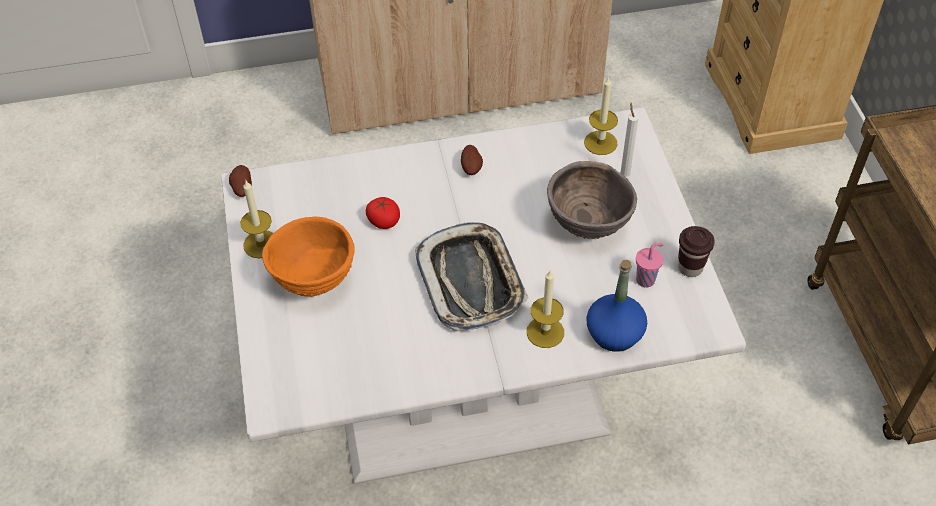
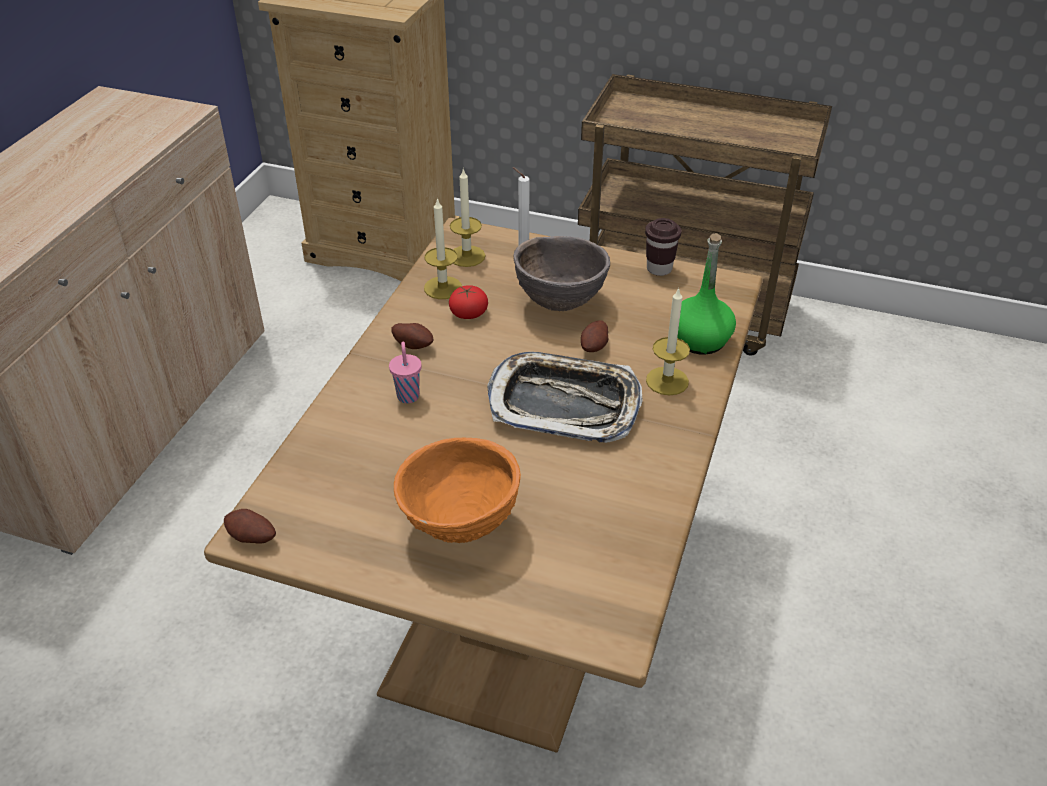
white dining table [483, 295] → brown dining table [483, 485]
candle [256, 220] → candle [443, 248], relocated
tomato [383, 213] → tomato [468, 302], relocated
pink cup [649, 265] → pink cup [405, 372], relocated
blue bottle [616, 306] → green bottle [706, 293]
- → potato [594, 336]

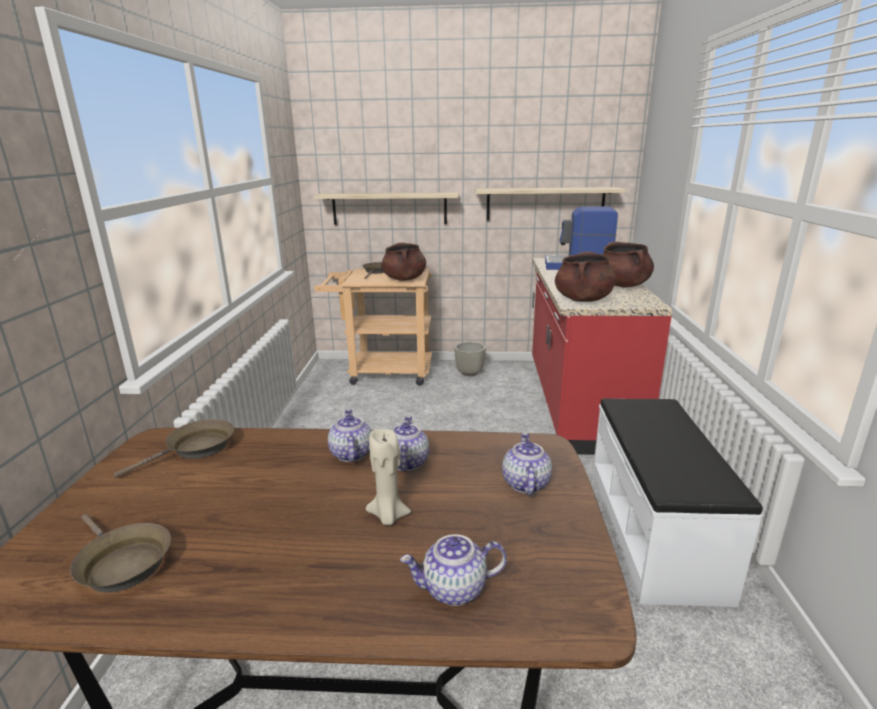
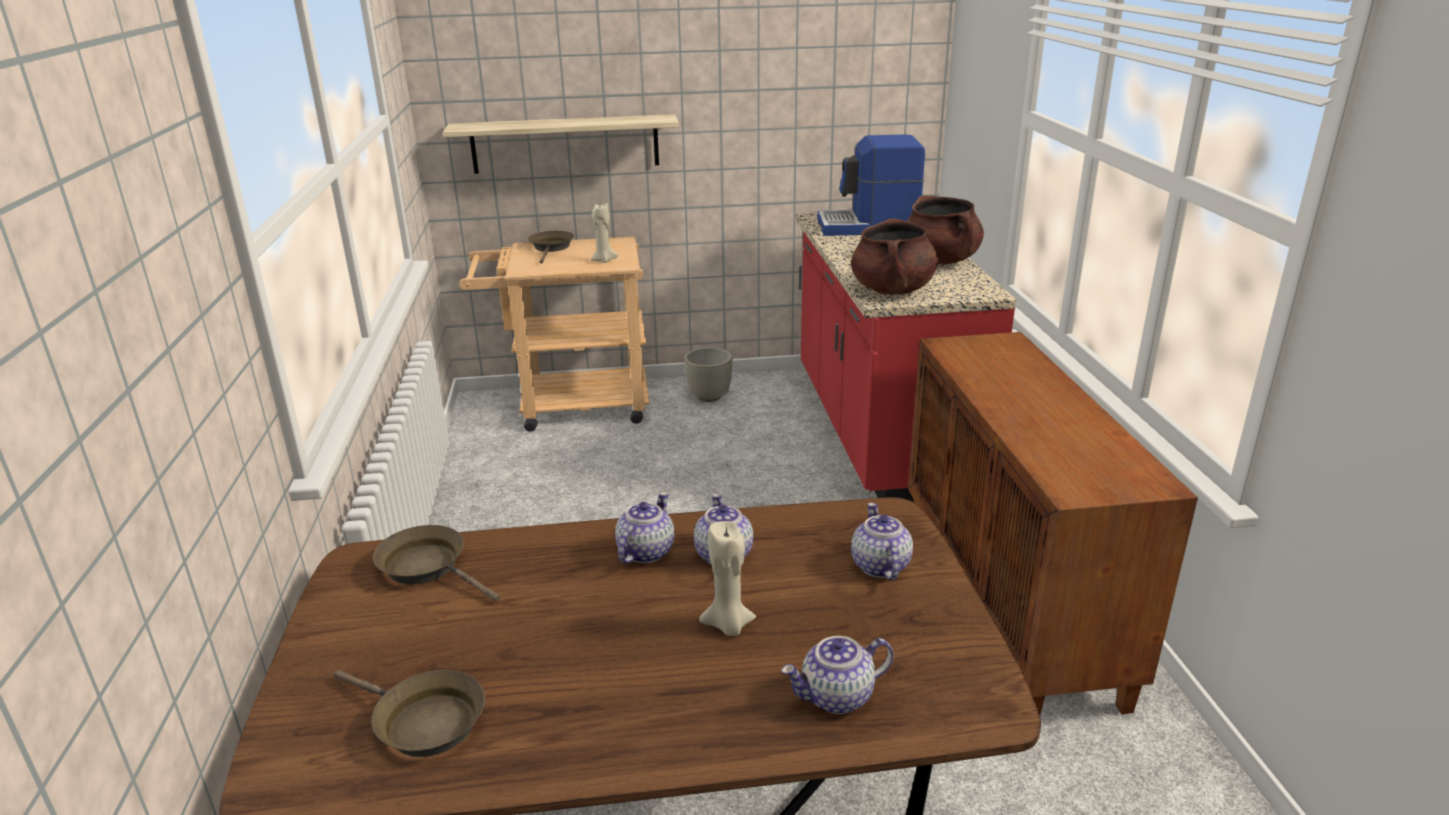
shelf [550, 203] → -
brown cooking pot [403, 262] → beige candle [604, 232]
white bench [677, 502] → brown cabinet [1053, 523]
teapot [350, 435] → teapot [644, 527], 45 degrees clockwise
brown frying pan [174, 448] → brown frying pan [436, 563], 90 degrees counterclockwise

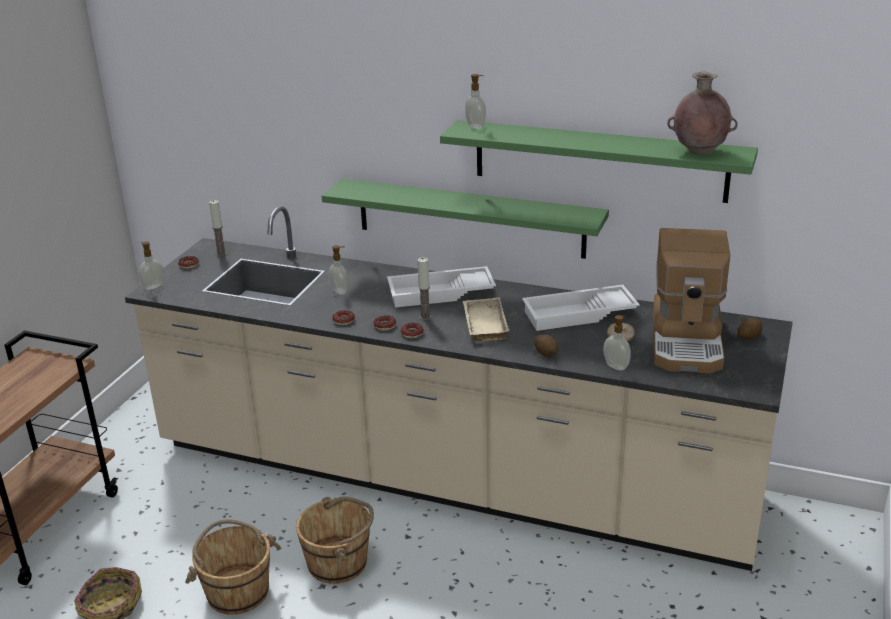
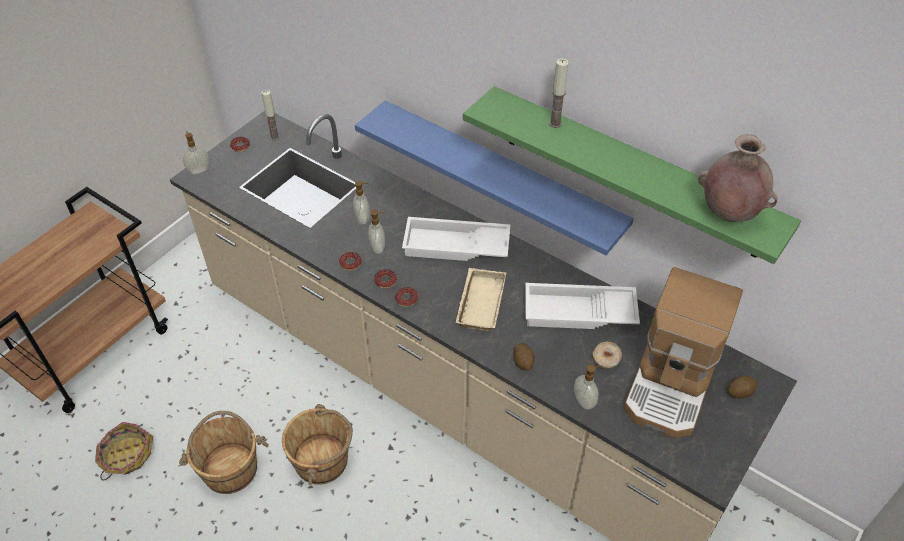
soap dispenser [475, 101] → soap dispenser [376, 232], relocated
green shelf [465, 219] → blue shelf [494, 178]
candle [424, 289] → candle [559, 93], relocated

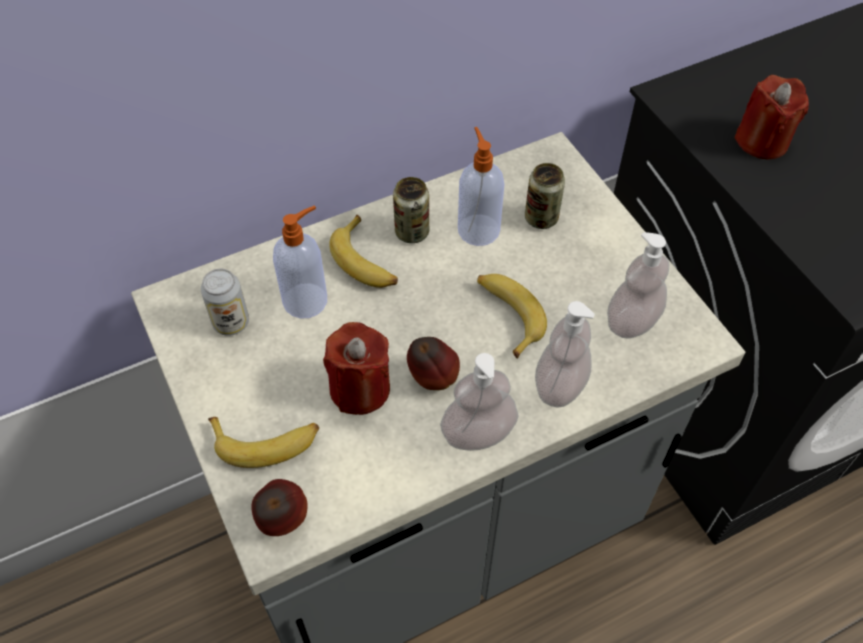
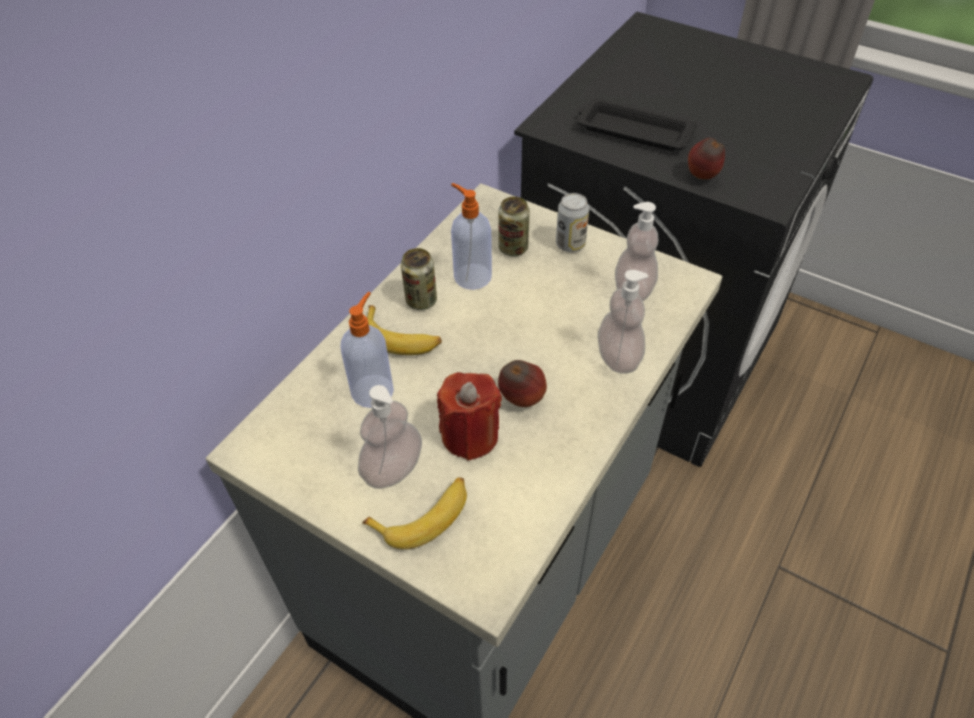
red candle [771, 117] → black tray [637, 124]
can [225, 302] → can [572, 222], relocated
banana [512, 316] → -
soap dispenser [479, 402] → soap dispenser [390, 437], relocated
apple [279, 507] → apple [706, 158], relocated

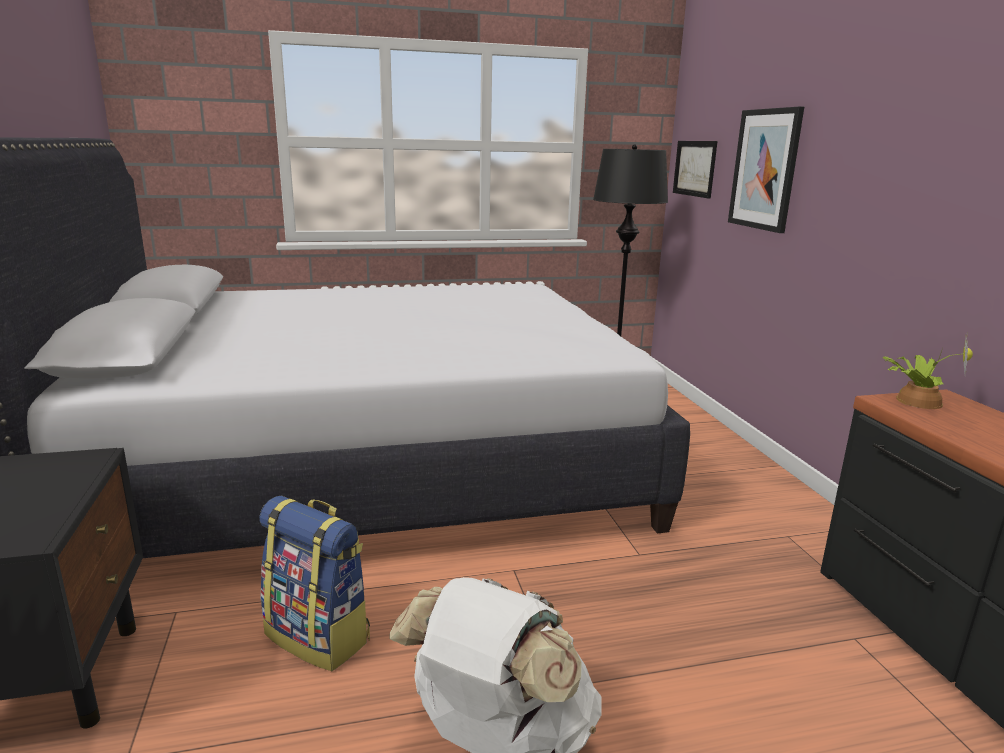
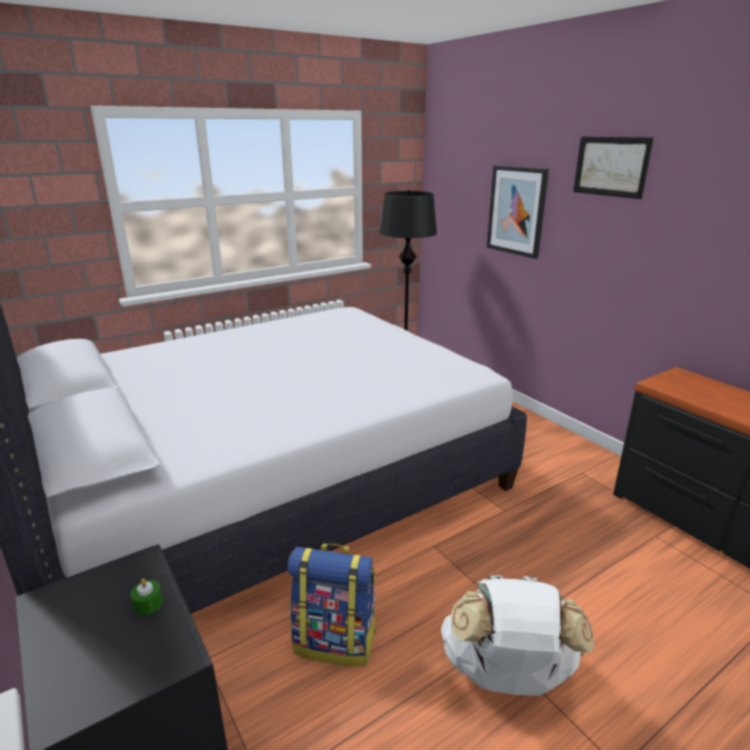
picture [695, 170] → picture [613, 168], relocated
potted plant [928, 371] → -
- → green candle [146, 596]

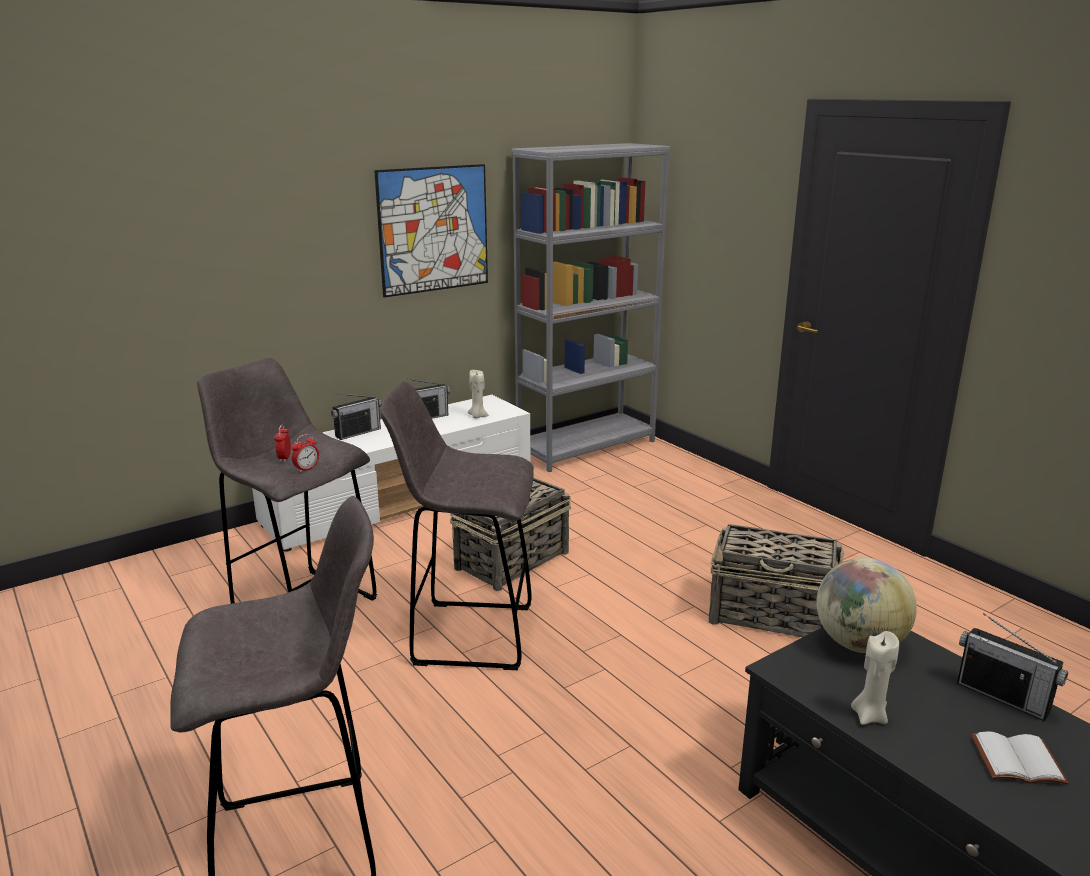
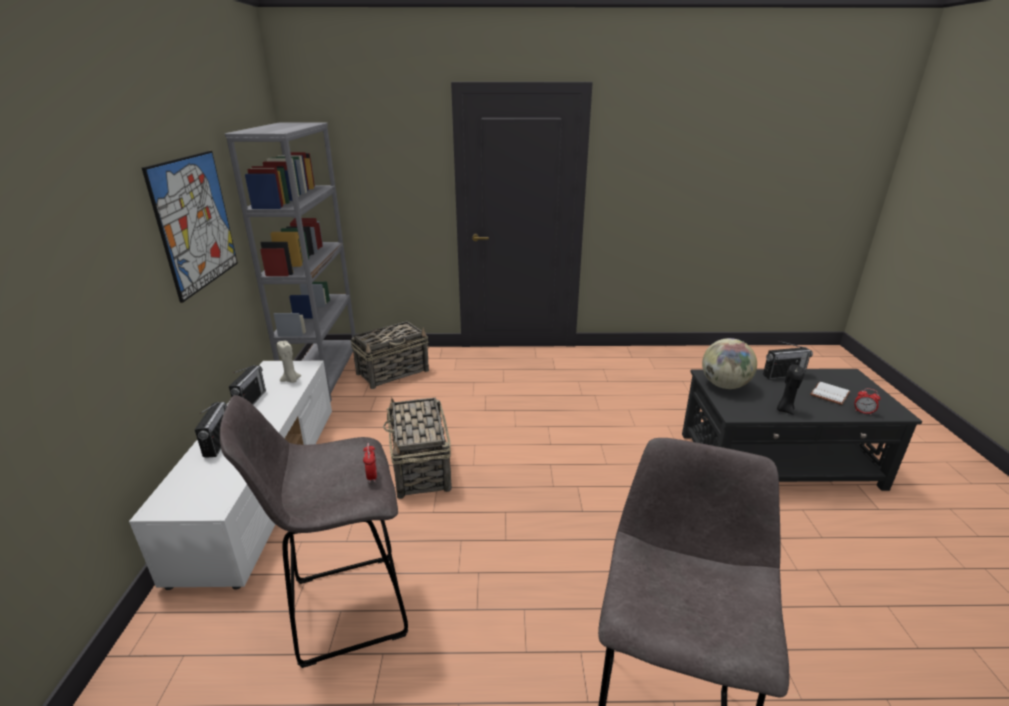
grey stool [457, 525] → -
alarm clock [282, 443] → alarm clock [867, 401], relocated
basket [776, 580] → basket [390, 355], relocated
beige candle [875, 678] → black candle [791, 389]

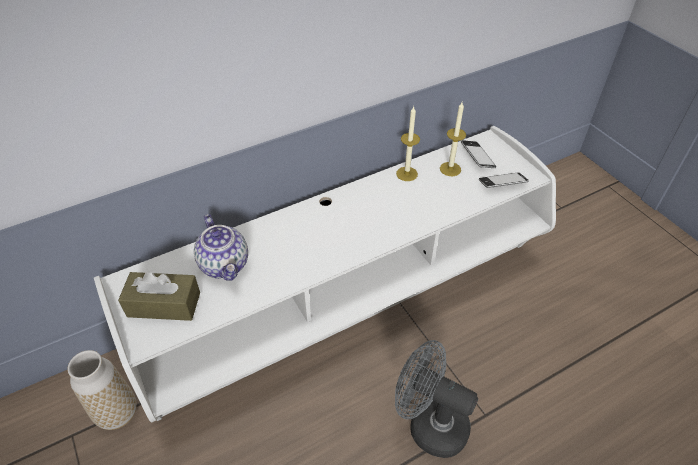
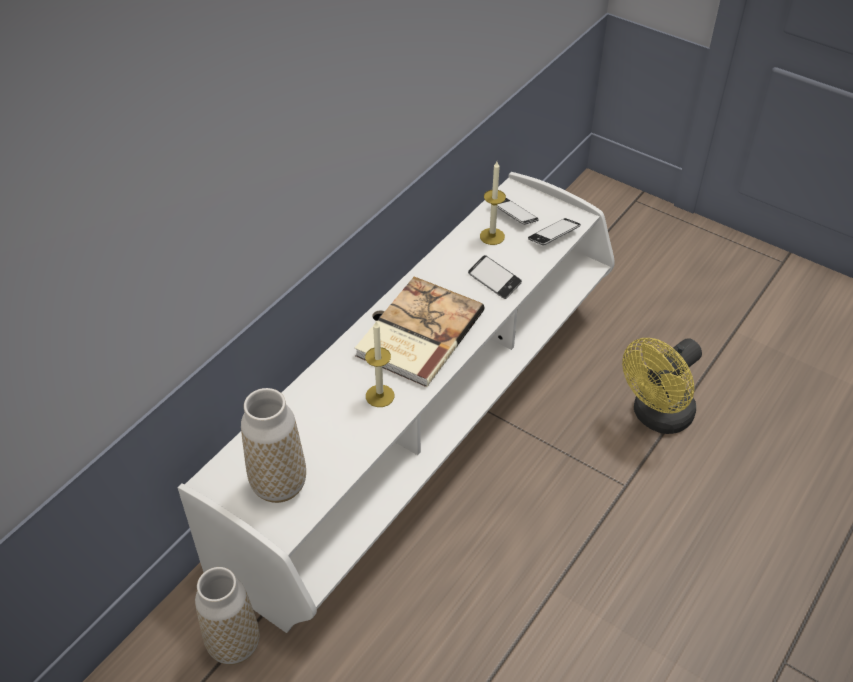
candle [408, 144] → candle [379, 364], relocated
teapot [221, 247] → -
brown tissue box [159, 296] → vase [273, 445]
grey fan [436, 399] → -
- → phone [495, 277]
- → book [419, 331]
- → yellow fan [662, 386]

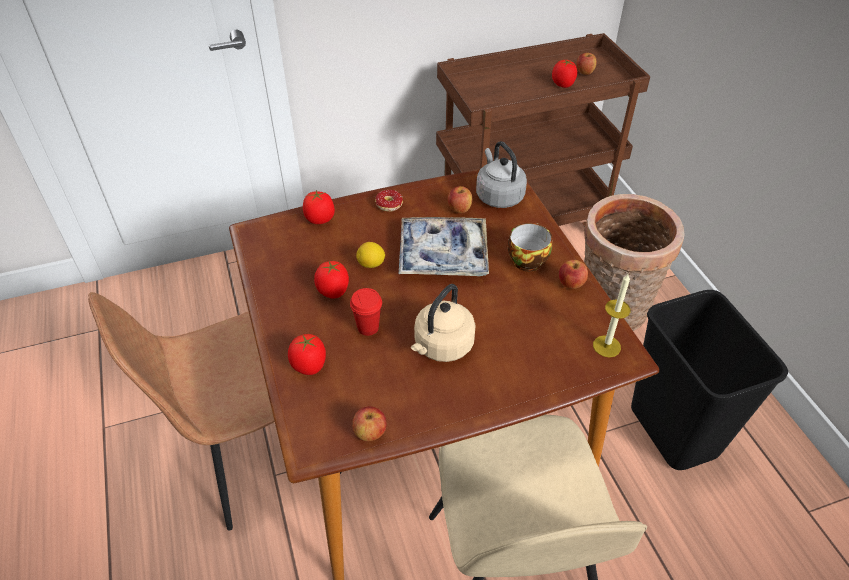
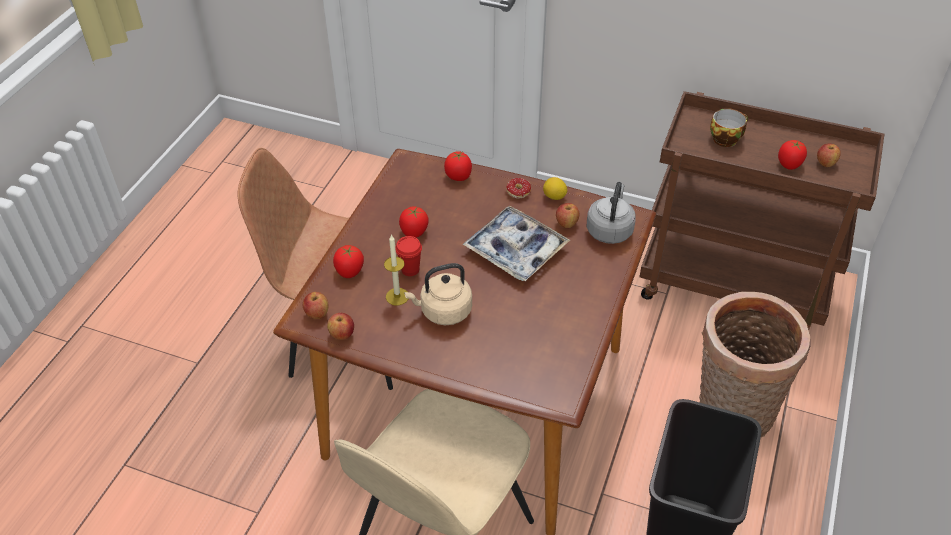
cup [530, 247] → cup [729, 127], relocated
lemon [370, 255] → lemon [555, 188], relocated
apple [573, 274] → apple [316, 305], relocated
candle [612, 315] → candle [396, 270], relocated

